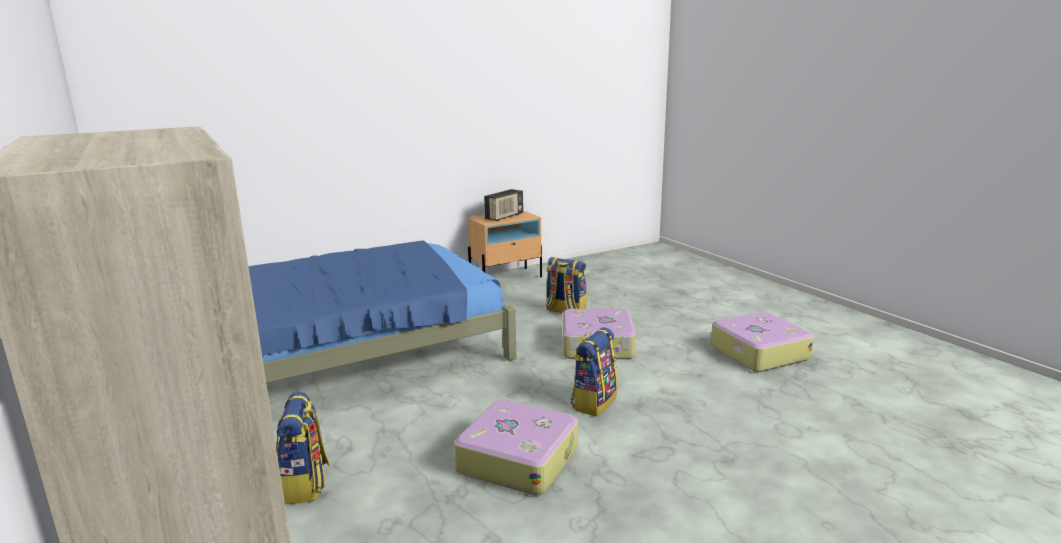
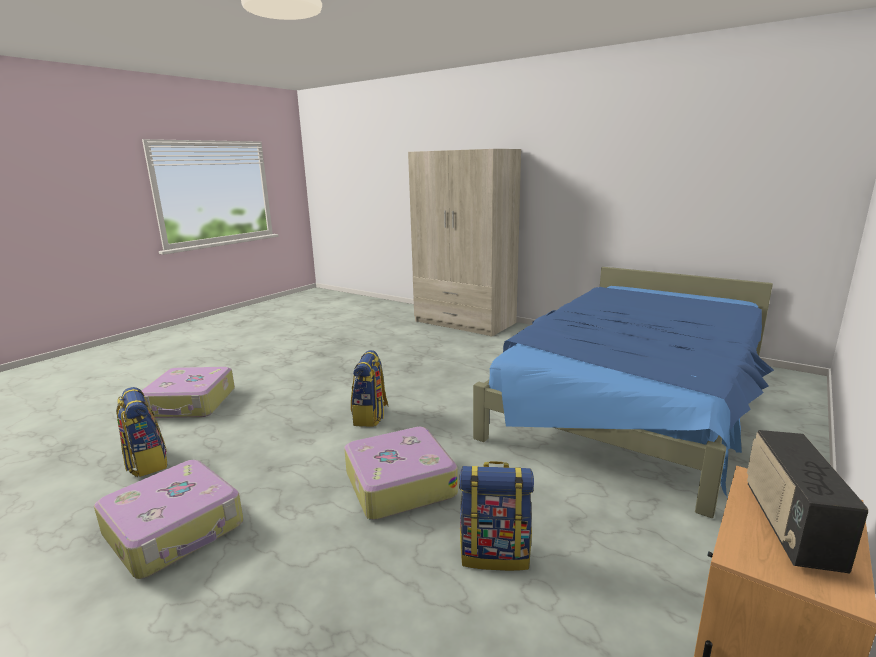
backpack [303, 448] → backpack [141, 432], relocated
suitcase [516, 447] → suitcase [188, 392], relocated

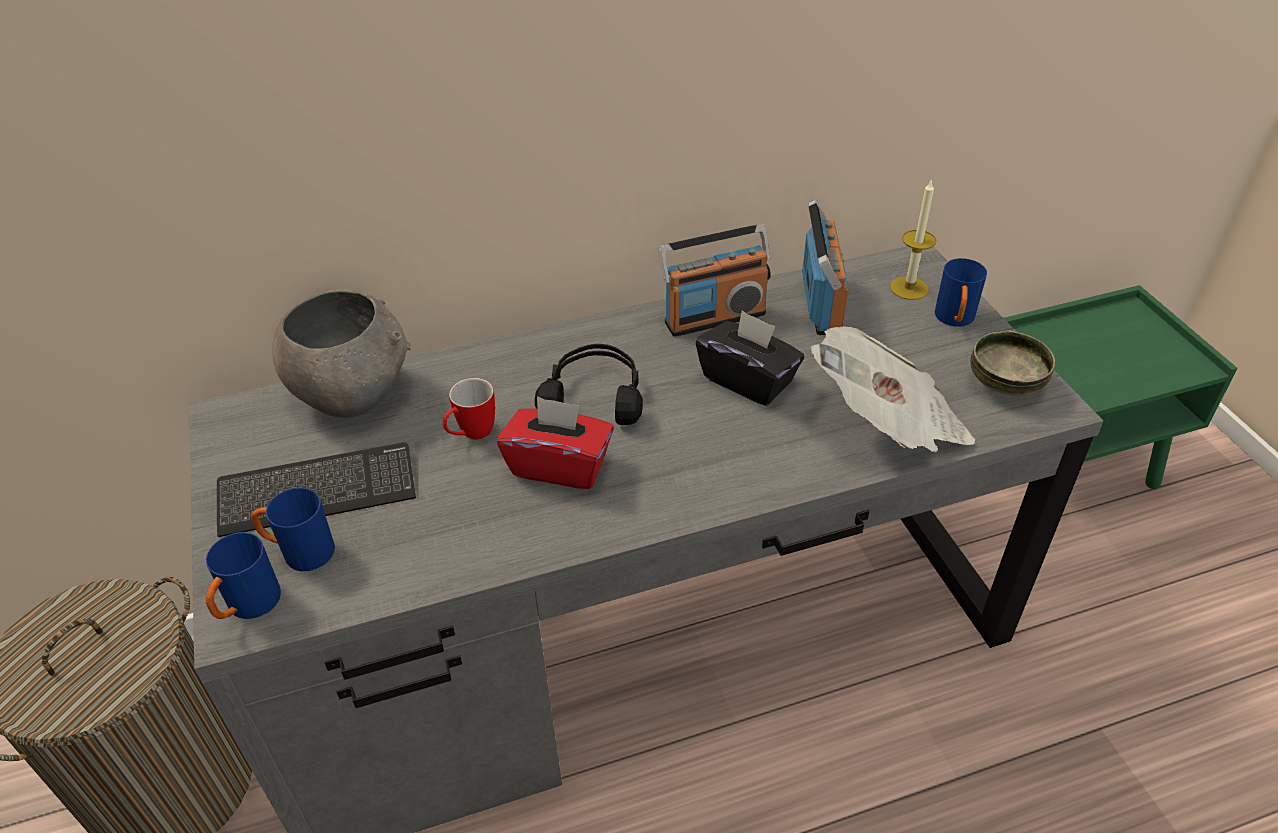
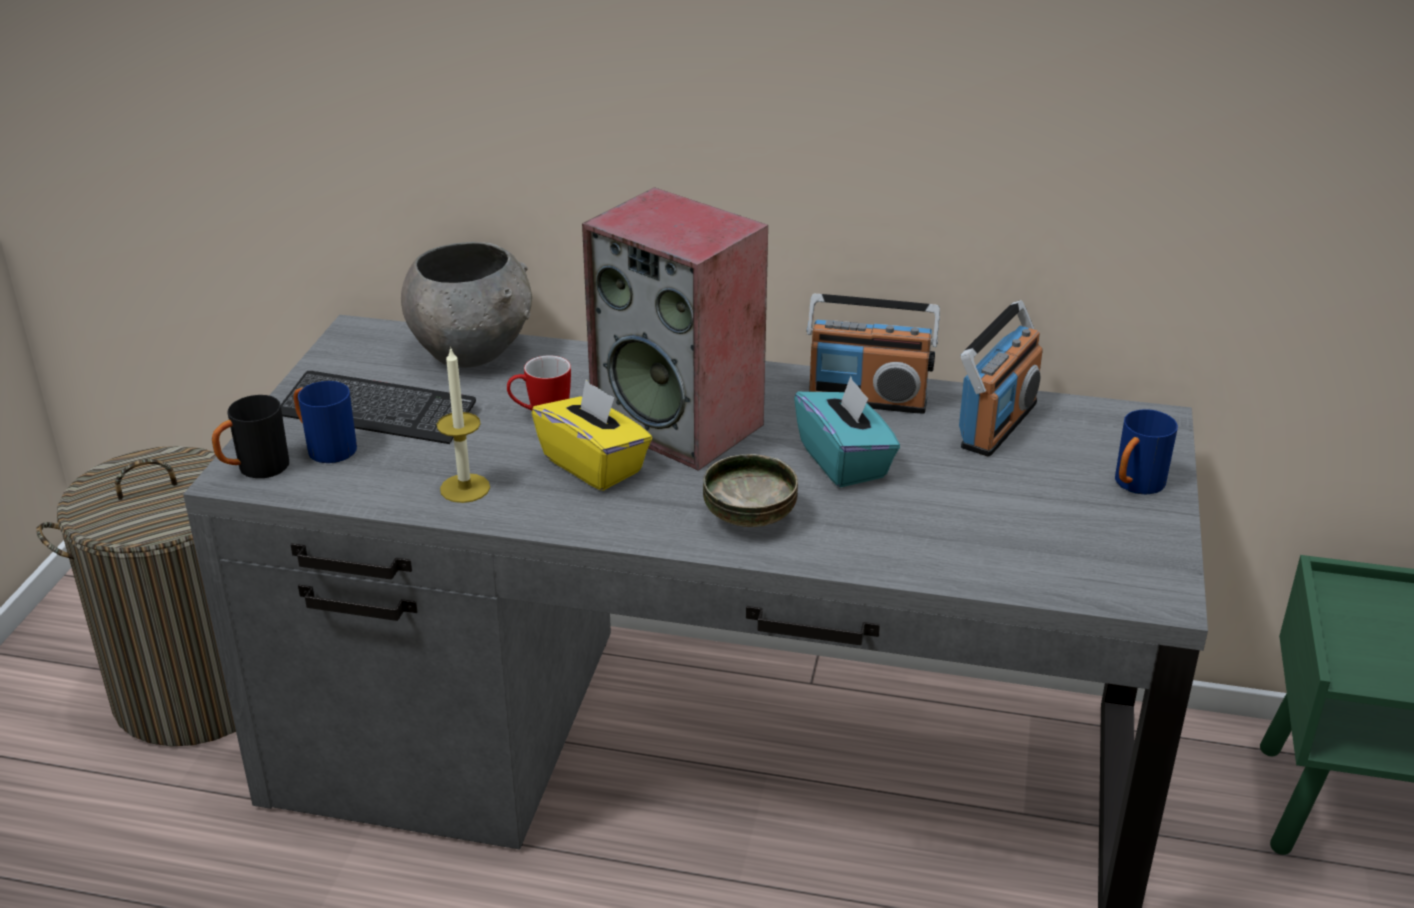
candle [913, 239] → candle [463, 424], relocated
black tissue box [750, 358] → turquoise tissue box [847, 432]
newspaper [893, 389] → -
bowl [1013, 363] → bowl [750, 490], relocated
black headphones [589, 384] → speaker [675, 329]
red tissue box [555, 442] → yellow tissue box [592, 435]
blue mug [243, 575] → black mug [250, 436]

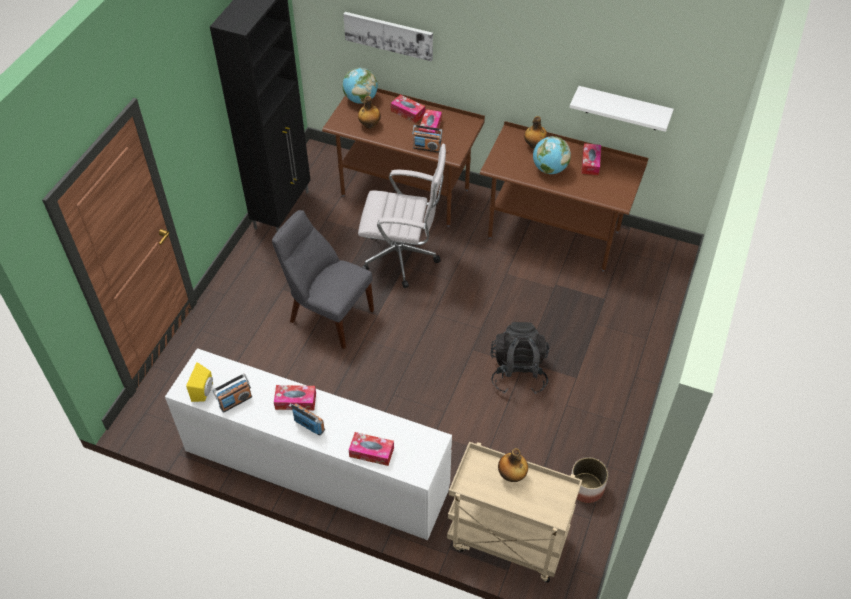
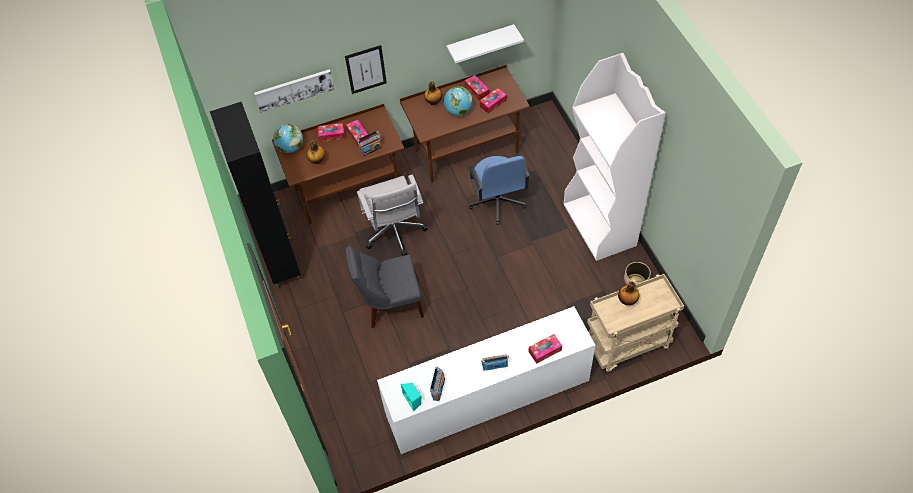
white office chair [402, 216] → white office chair [392, 215], 105 degrees clockwise
black backpack [520, 358] → -
yellow speaker [199, 382] → turquoise speaker [411, 397]
tissue box [295, 397] → tissue box [493, 101], relocated
- → picture [366, 69]
- → white bookcase [614, 157]
- → blue office chair [499, 189]

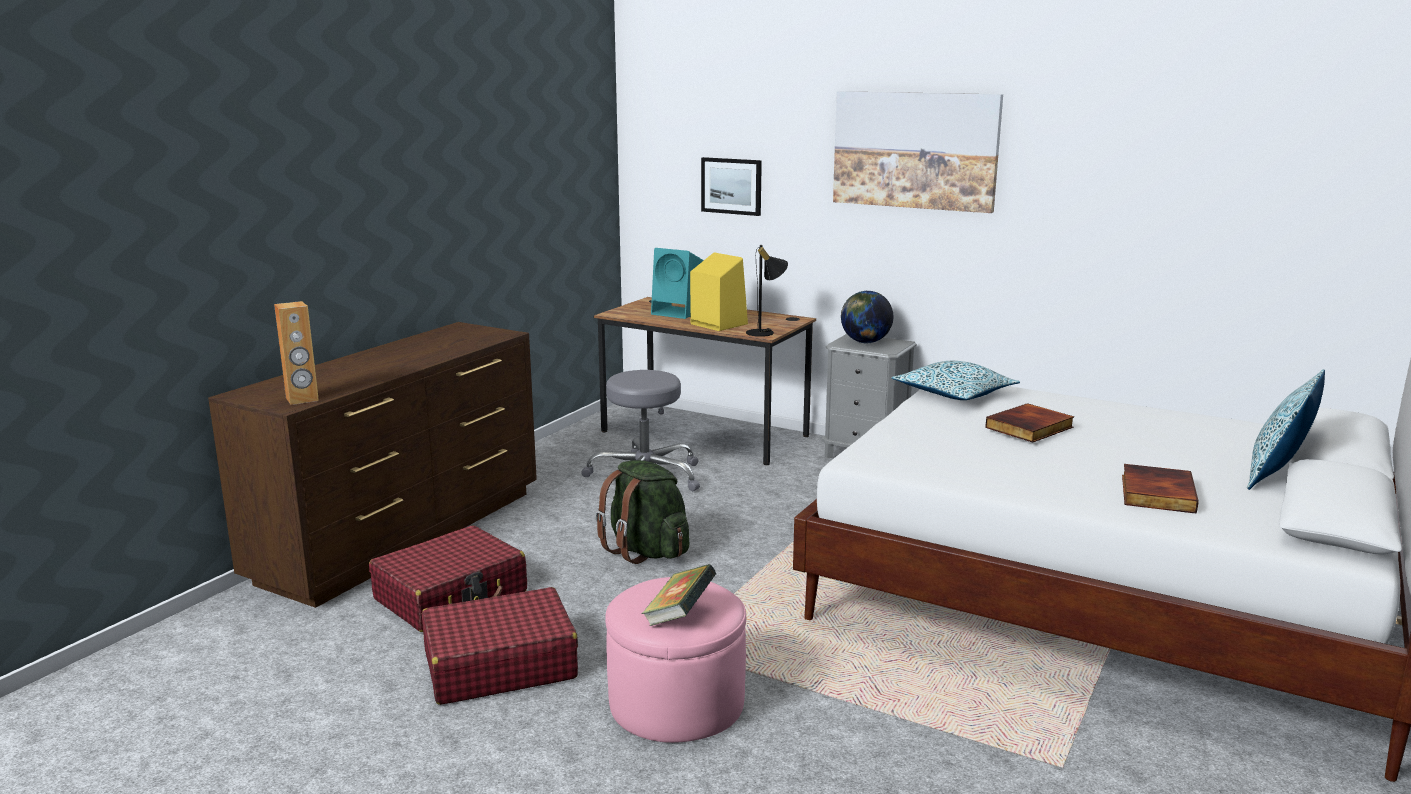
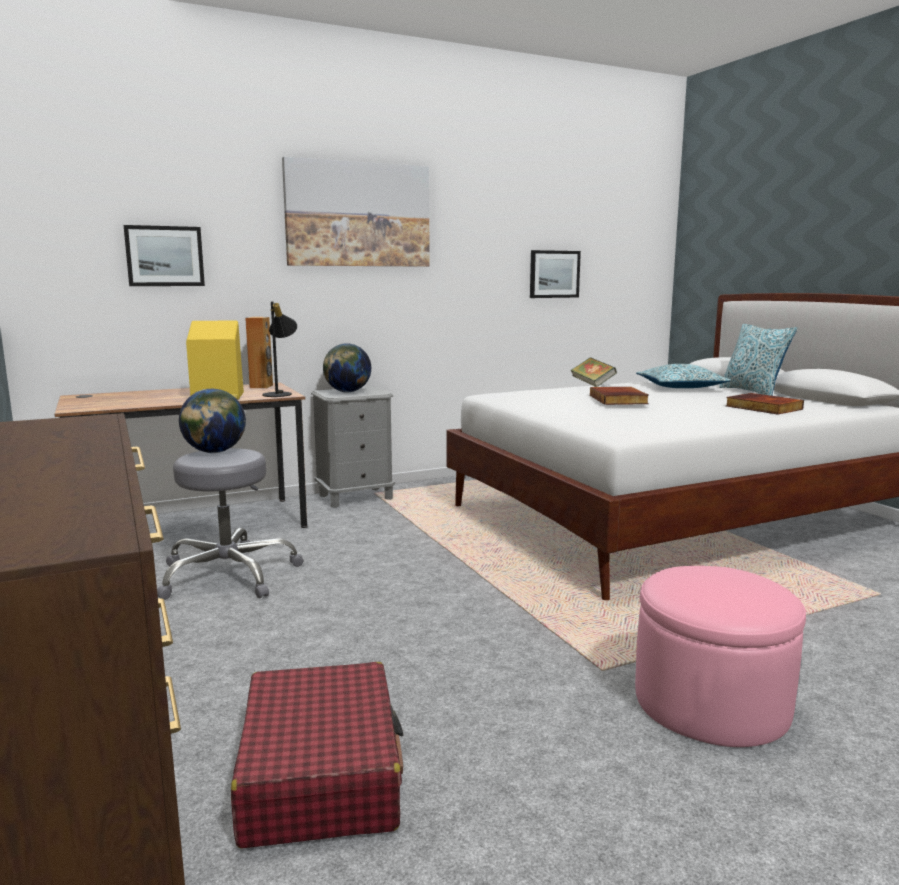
turquoise speaker [677, 283] → -
brown speaker [296, 353] → brown speaker [259, 352], relocated
pillow [955, 380] → pillow [683, 376], relocated
green backpack [642, 512] → -
book [679, 595] → book [593, 372], relocated
red suitcase [500, 646] → -
- → picture [555, 274]
- → globe [212, 421]

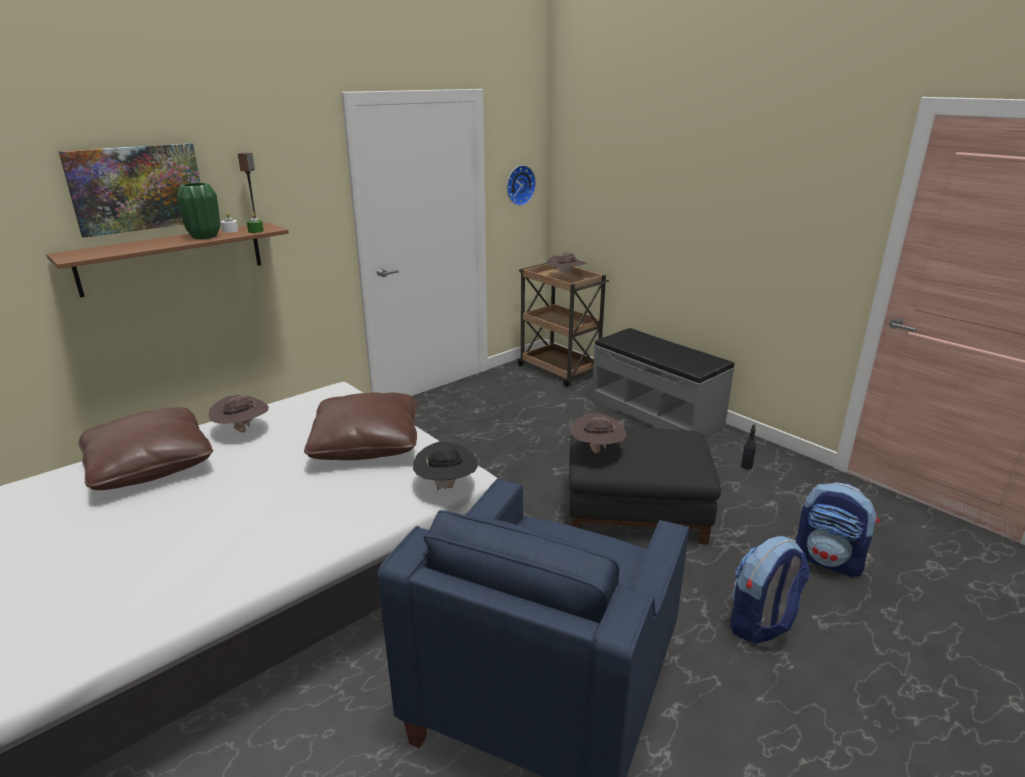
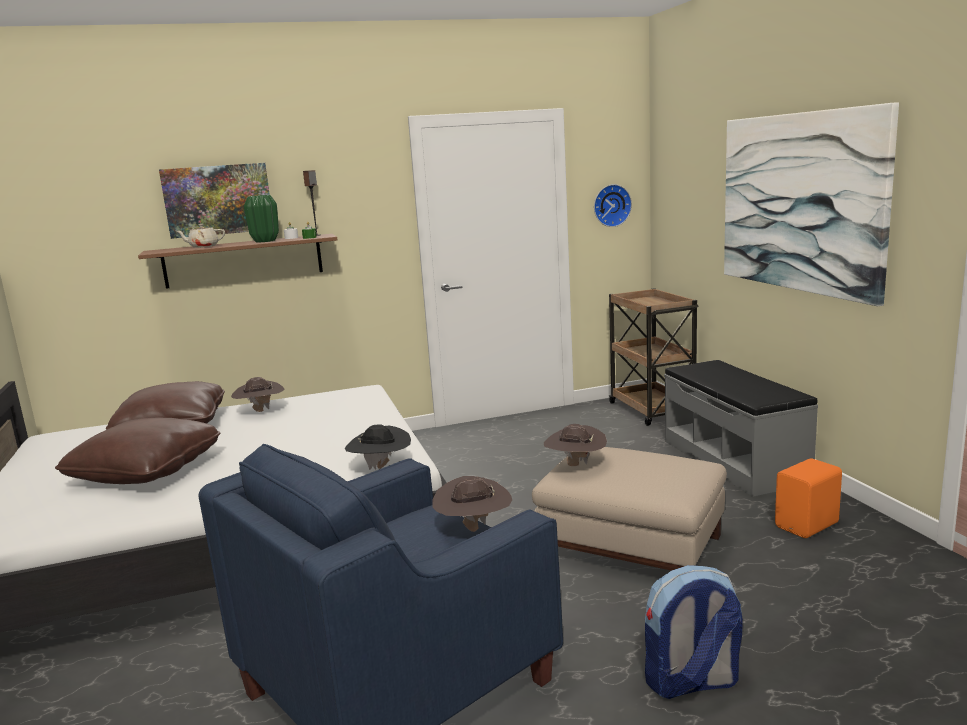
brown hat [567, 265] → brown hat [472, 504], relocated
brown pillow [360, 426] → brown pillow [138, 451], relocated
black bottle [748, 447] → orange speaker [808, 498]
black ottoman [645, 486] → beige ottoman [629, 509]
backpack [837, 529] → -
- → picture [811, 204]
- → beige teapot [200, 236]

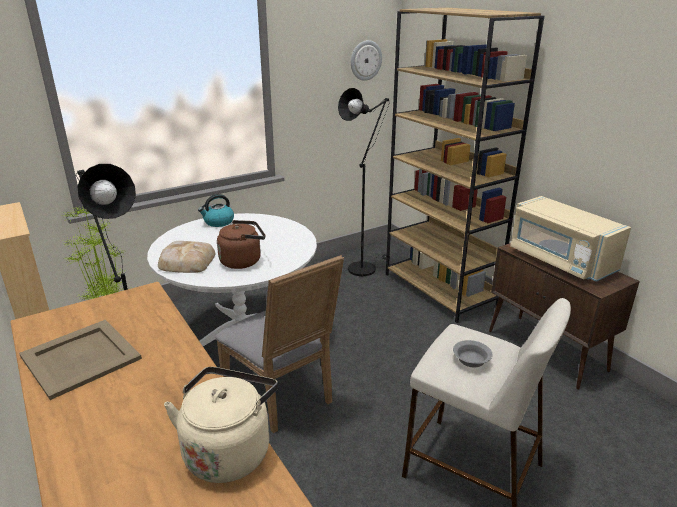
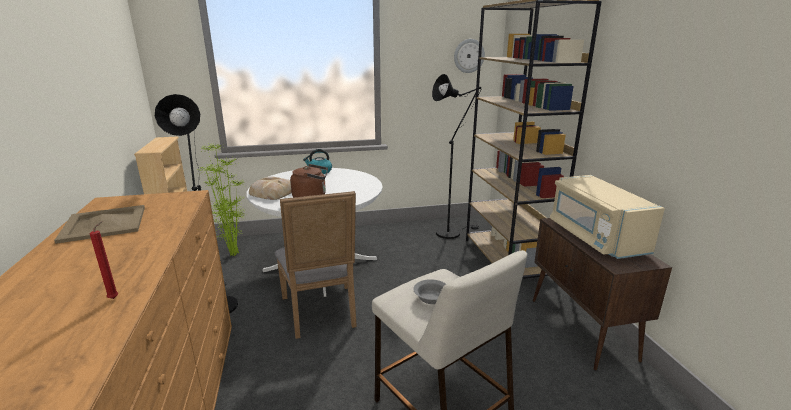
beige kettle [221, 425] → red candle [103, 260]

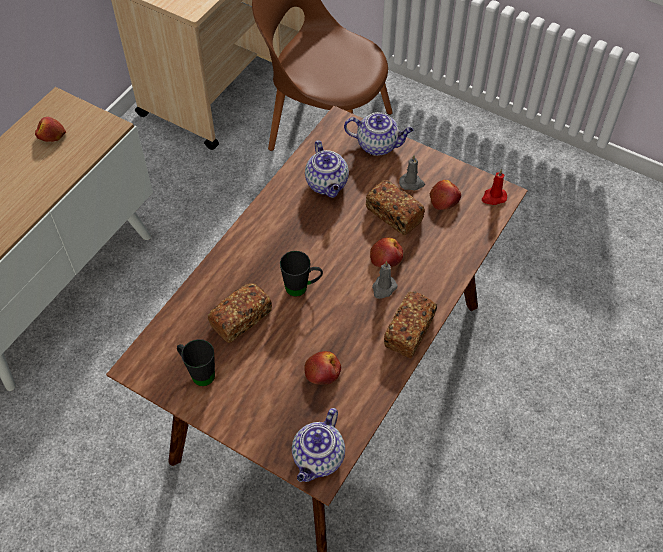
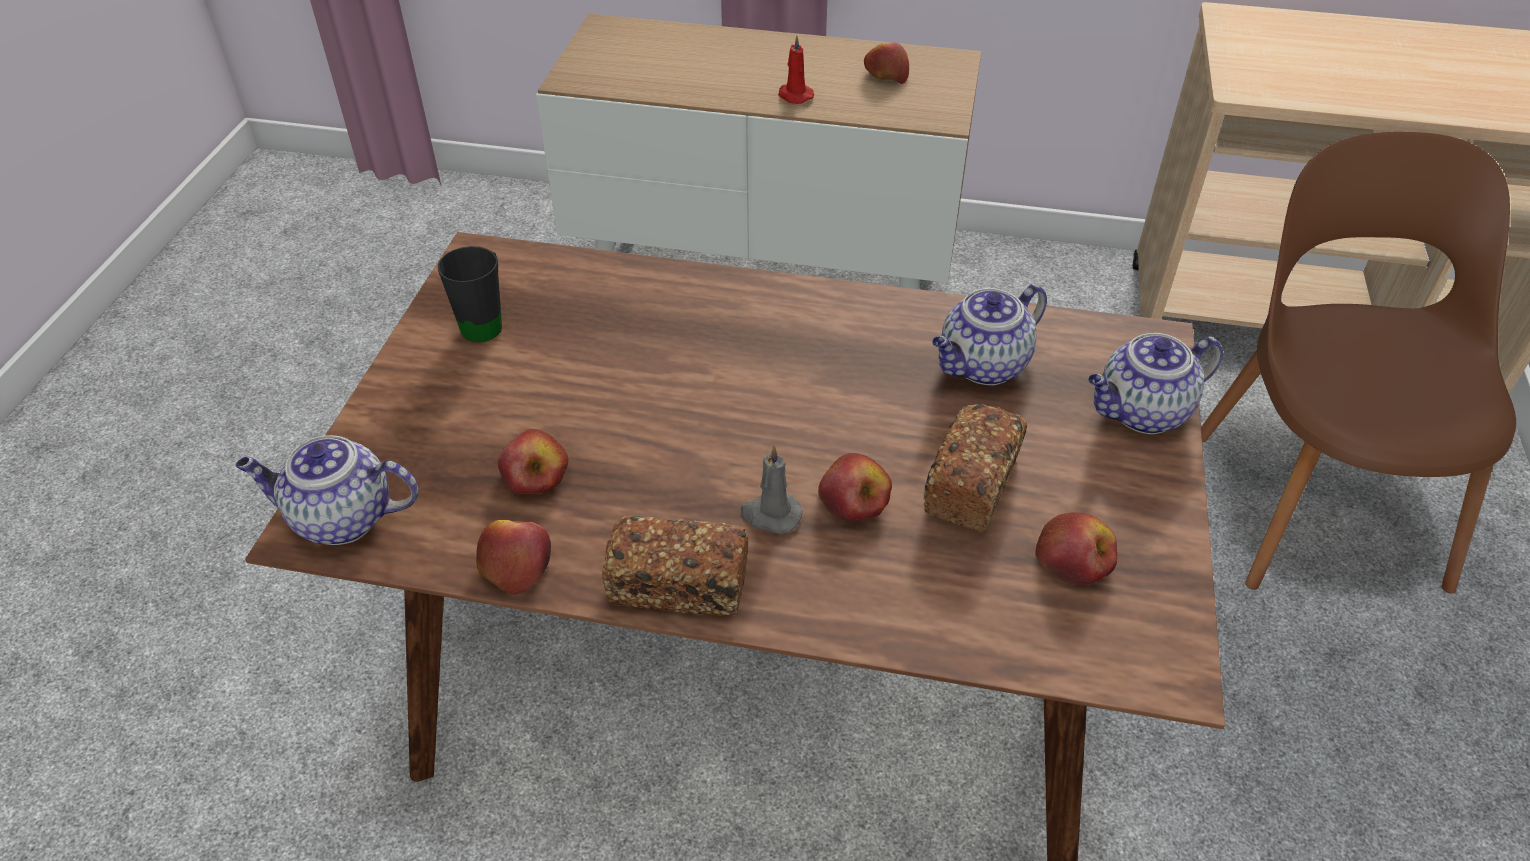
teapot [379, 134] → teapot [1155, 383], 75 degrees clockwise
grey candle [412, 172] → -
red candle [494, 187] → red candle [796, 69], relocated
black mug [301, 274] → -
bread [240, 313] → -
- → apple [513, 557]

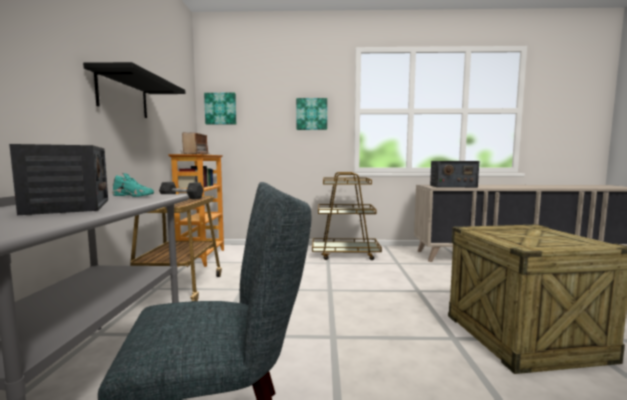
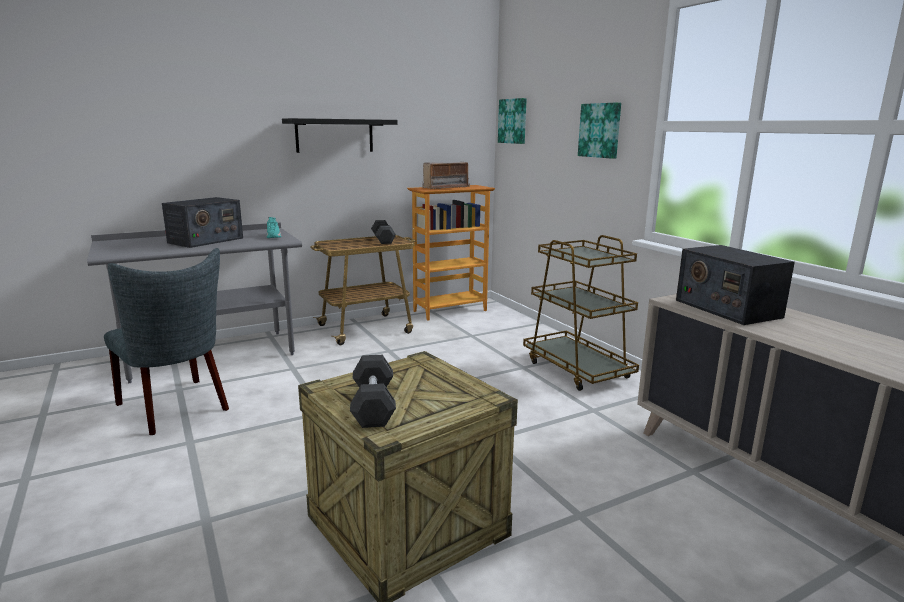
- → grey dumbbell [373, 391]

